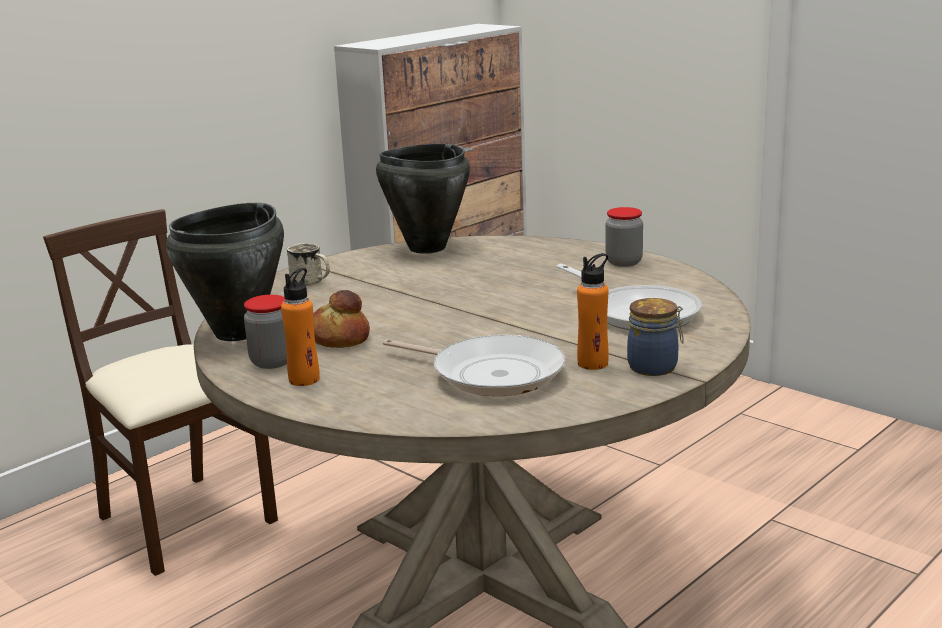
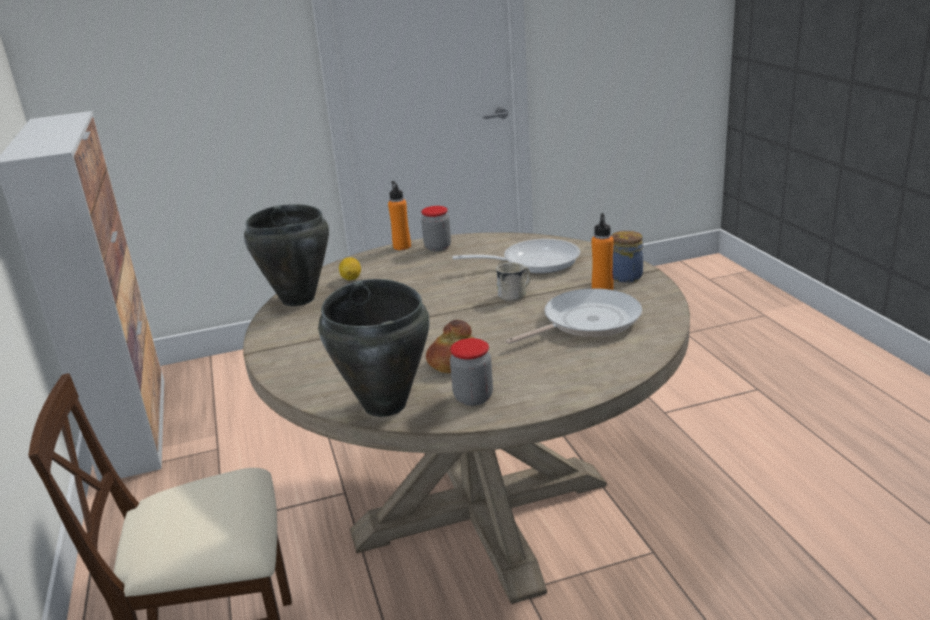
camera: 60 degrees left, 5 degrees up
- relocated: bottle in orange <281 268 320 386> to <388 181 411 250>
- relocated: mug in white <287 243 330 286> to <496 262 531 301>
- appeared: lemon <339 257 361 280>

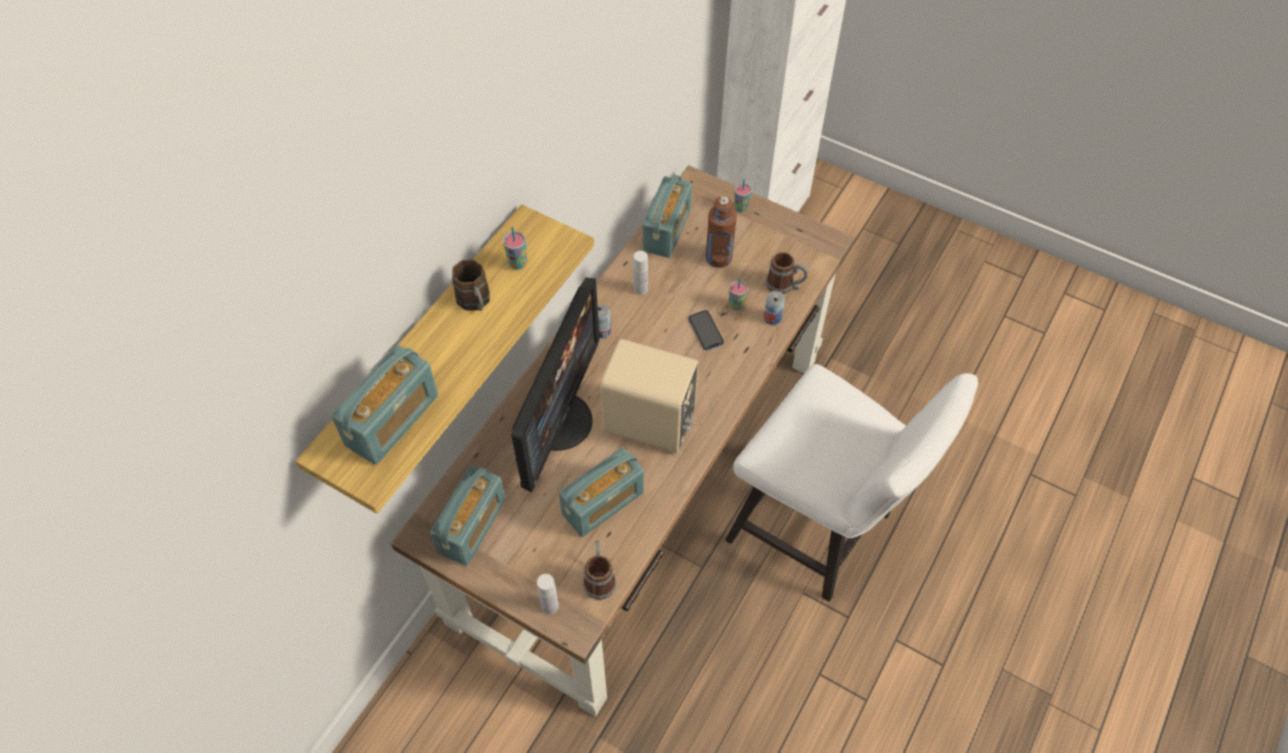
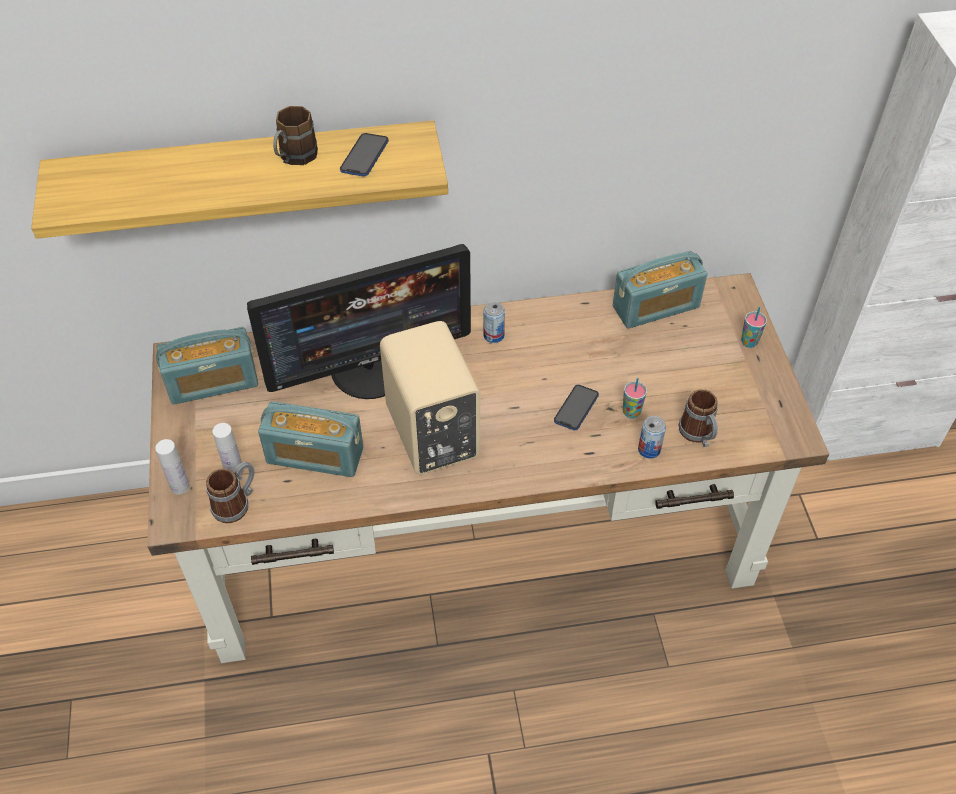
camera: 50 degrees right, 5 degrees down
- missing: radio <331 345 438 465>
- exchanged: cup <503 227 527 270> to phone <340 133 389 176>
- relocated: bottle in white <633 251 648 295> to <213 423 244 475>
- missing: bottle in brown <705 196 737 268>
- missing: chair in white <725 364 978 601>

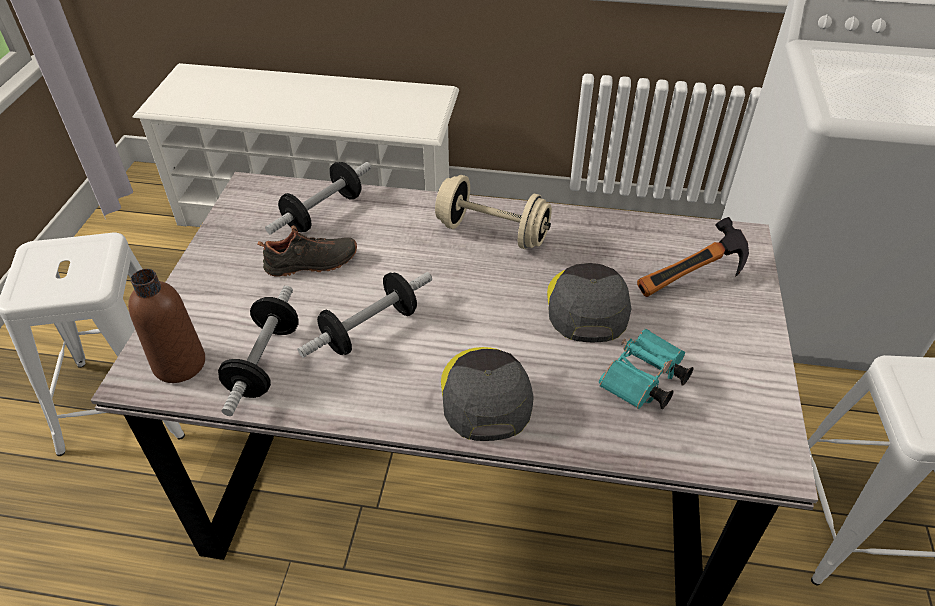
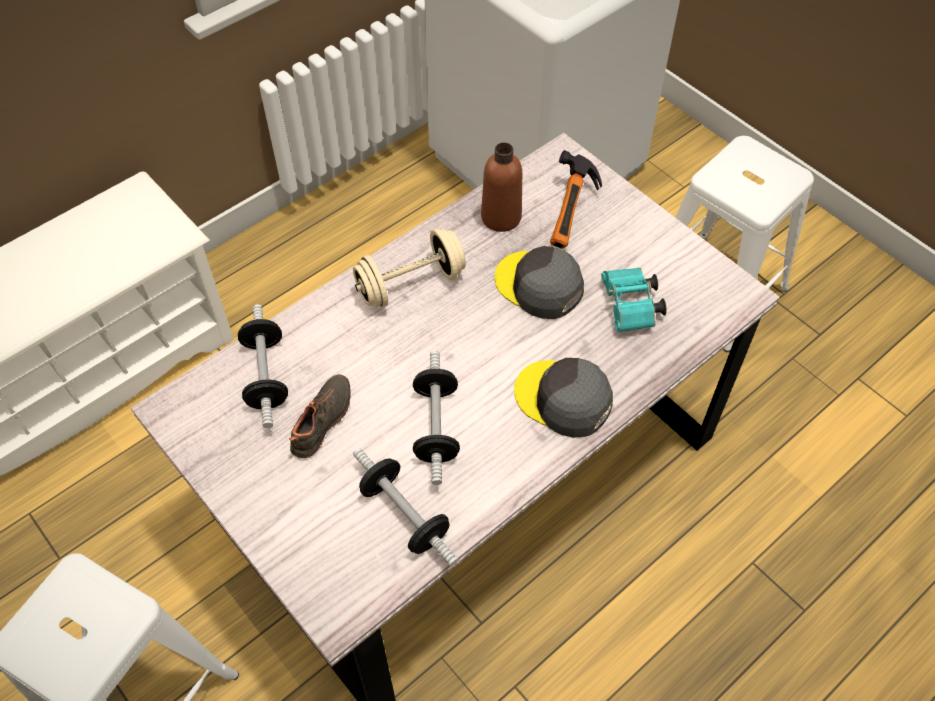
camera: 50 degrees left, 10 degrees up
- relocated: bottle in brown <128 269 205 383> to <481 142 522 232>

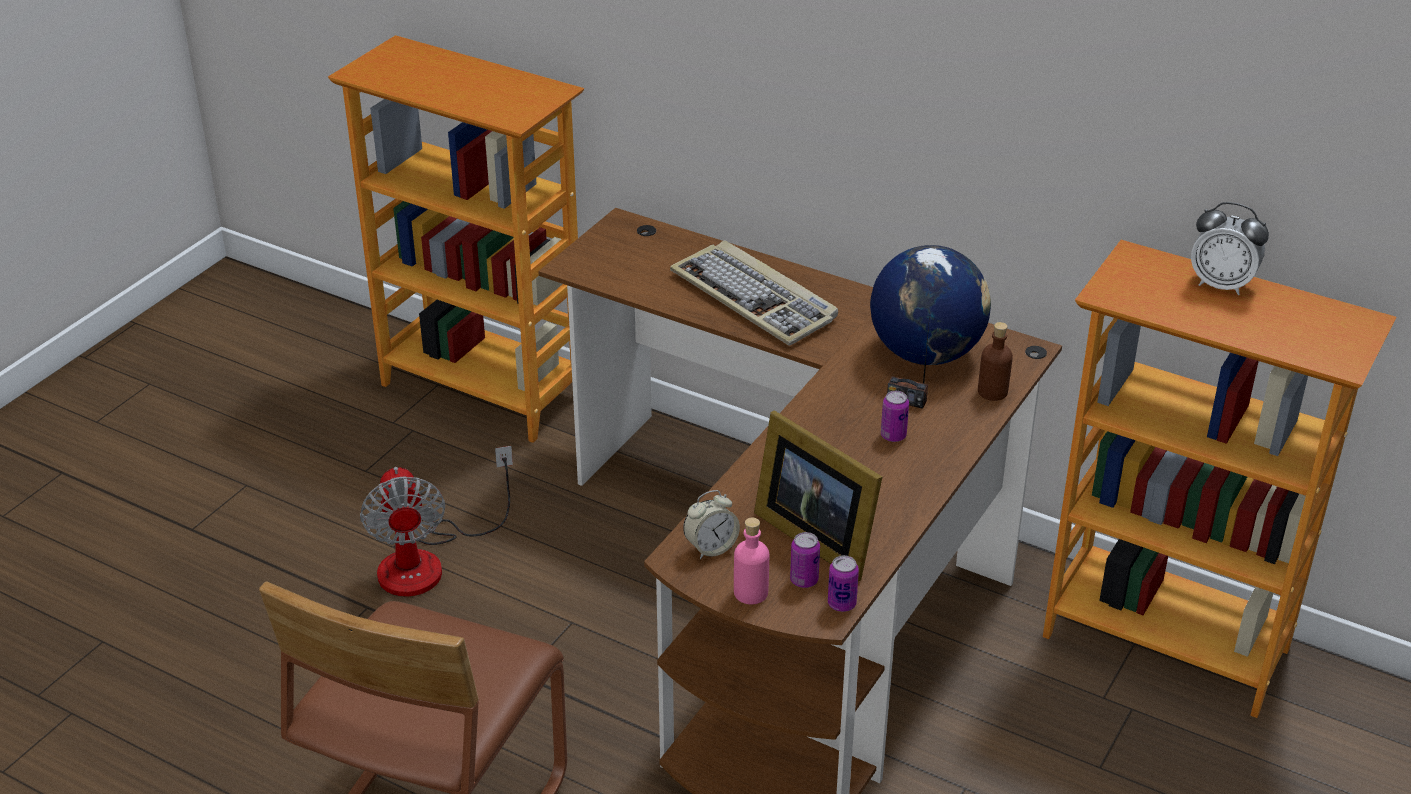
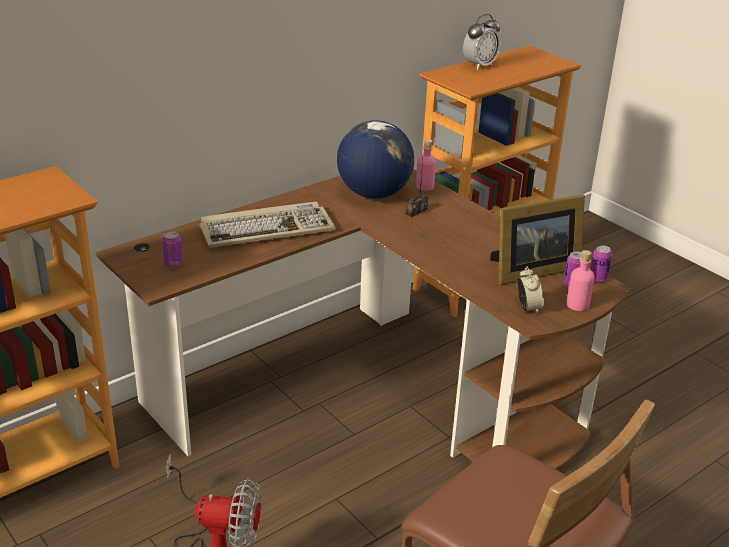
camera: 70 degrees left, 5 degrees down
- relocated: can <881 391 909 442> to <162 231 183 268>
- colour: bottle in brown <978 322 1013 401> to bottle in pink <416 139 436 191>

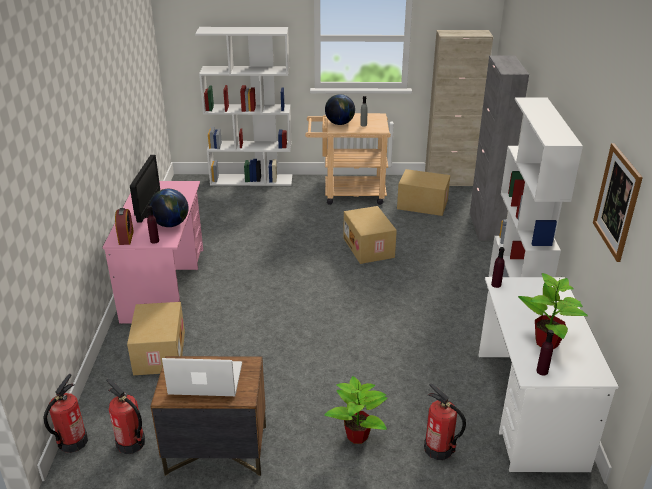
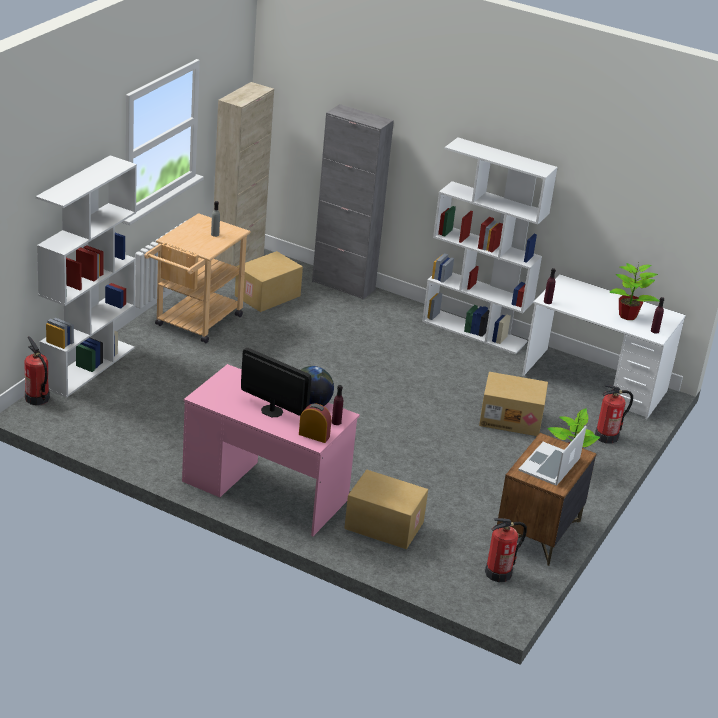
camera: 65 degrees left, 0 degrees up
- relocated: fire extinguisher <43 374 88 453> to <24 336 50 405>
- missing: globe <325 94 355 125>
- relocated: cardboard box <343 206 397 264> to <479 372 548 436>
- missing: picture <593 143 643 262>

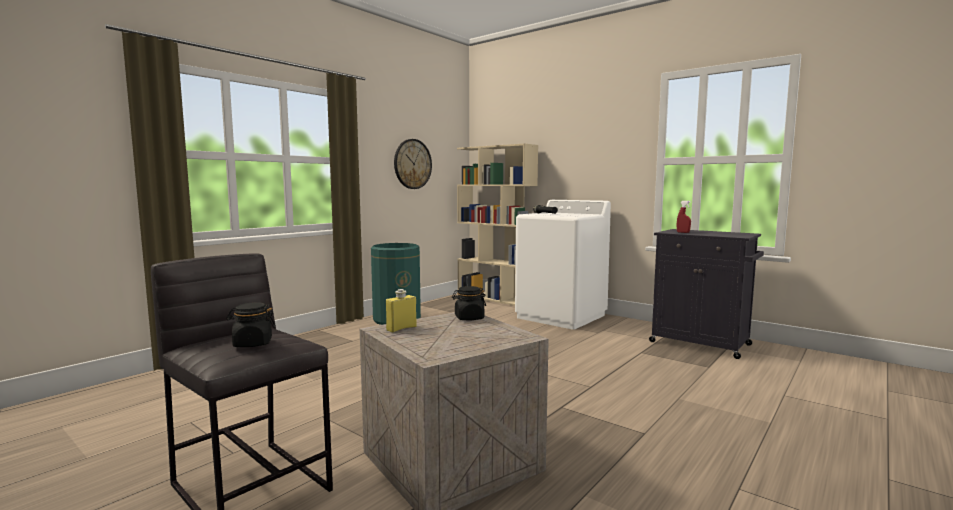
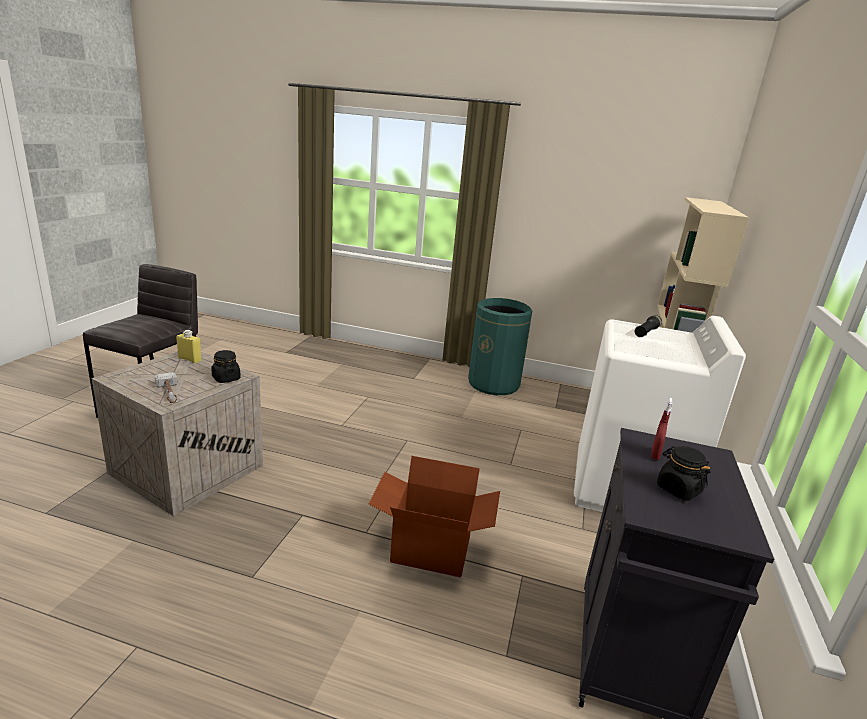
camera: 65 degrees right, 15 degrees up
- relocated: jar in black <226 302 276 347> to <657 446 711 501>
- missing: wall clock <394 139 432 189>
- appeared: hammer <155 372 178 403>
- appeared: cardboard box <369 456 500 577>

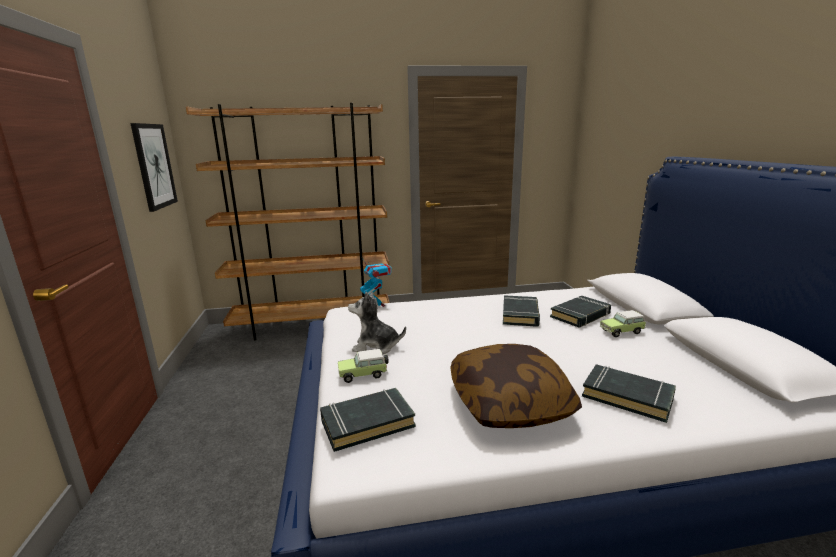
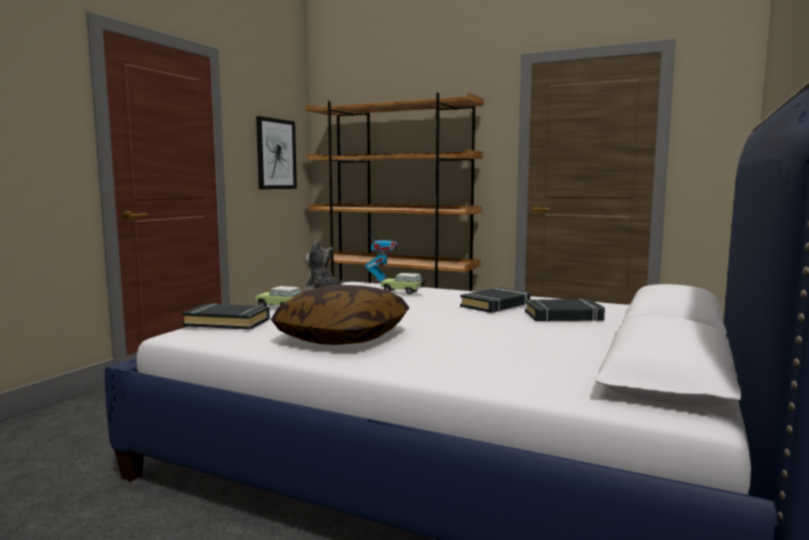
camera: 35 degrees right, 10 degrees down
- missing: book in black <582 364 676 423>
- relocated: toy car <600 310 646 337> to <381 273 425 294>

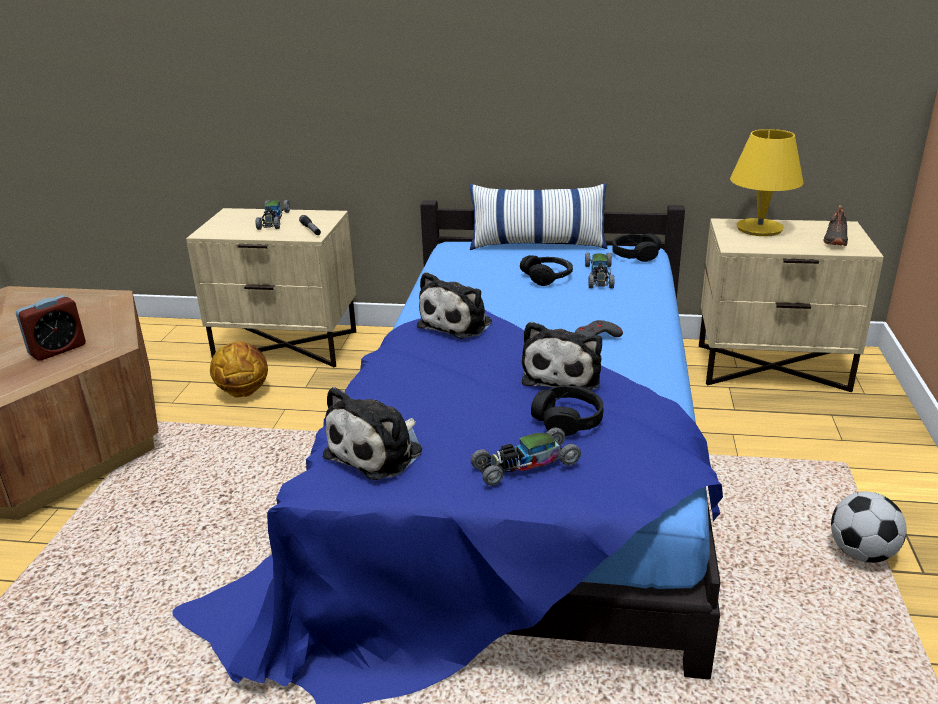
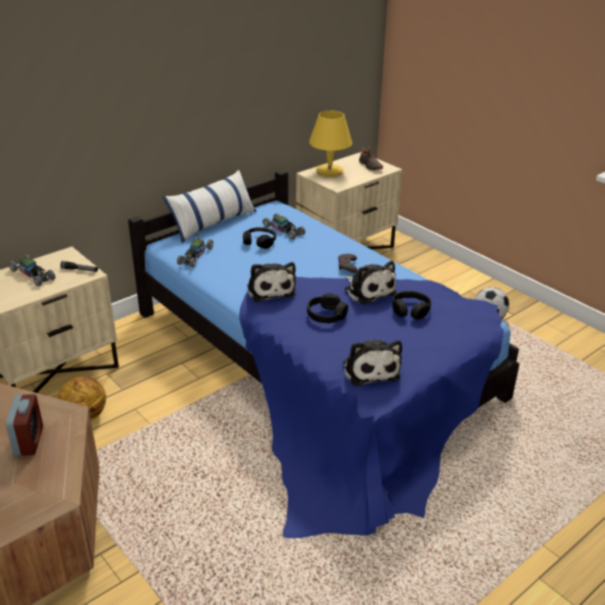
camera: 50 degrees left, 5 degrees up
- relocated: toy car <471 427 581 486> to <177 237 213 267>
- relocated: headphones in black <612 233 661 262> to <307 294 348 323>

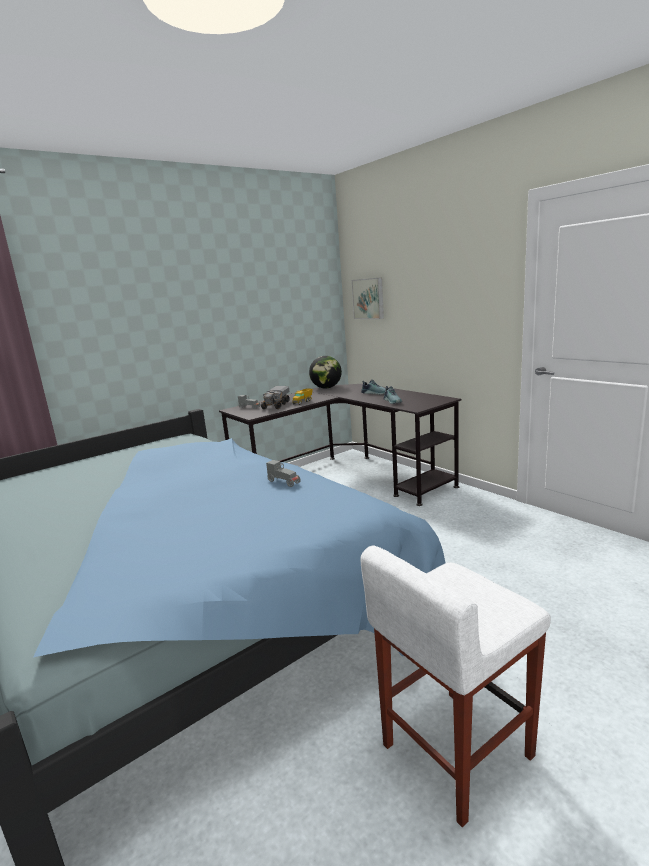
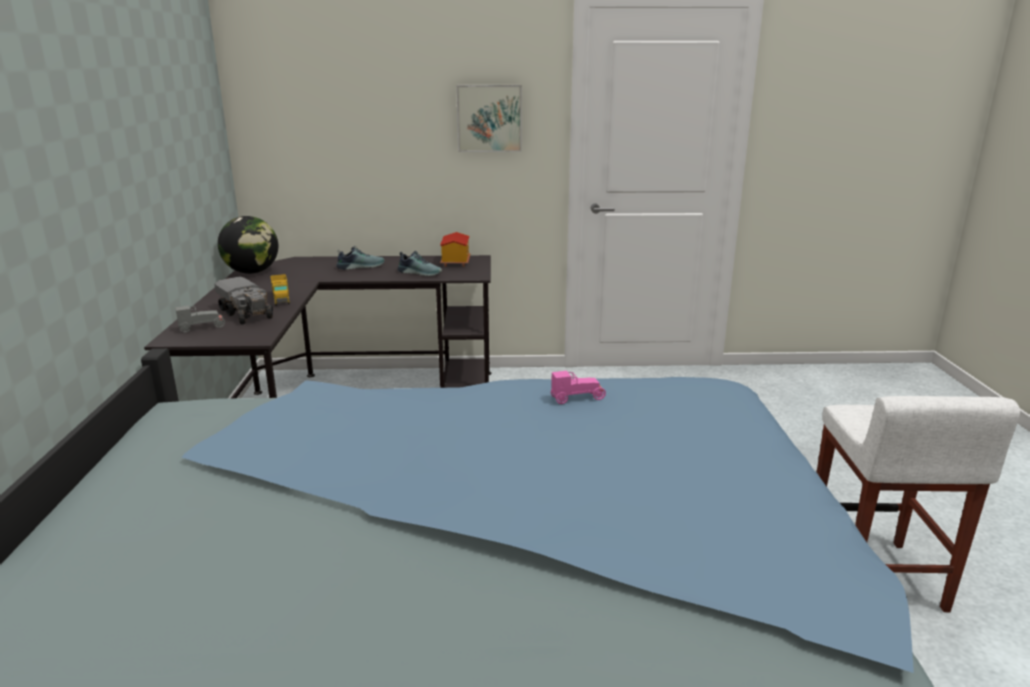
camera: 55 degrees left, 5 degrees up
- colour: toy car in grey <266 460 301 487> to toy car in pink <551 371 606 404>
- relocated: picture <352 277 384 319> to <456 85 522 152>
- appeared: toy house <440 232 470 267>

